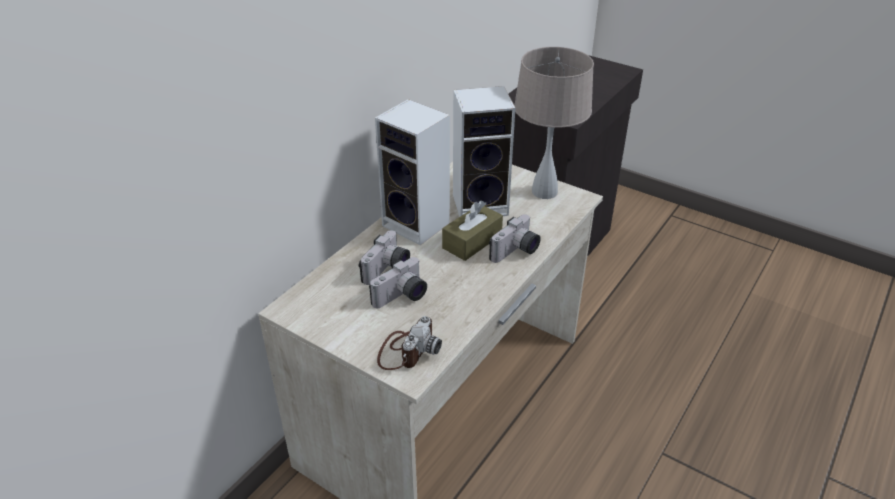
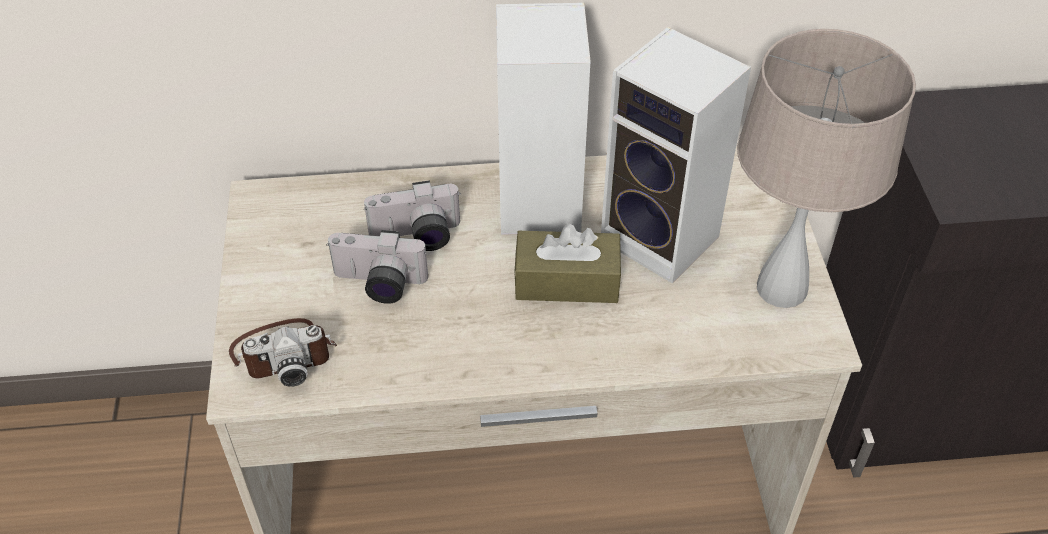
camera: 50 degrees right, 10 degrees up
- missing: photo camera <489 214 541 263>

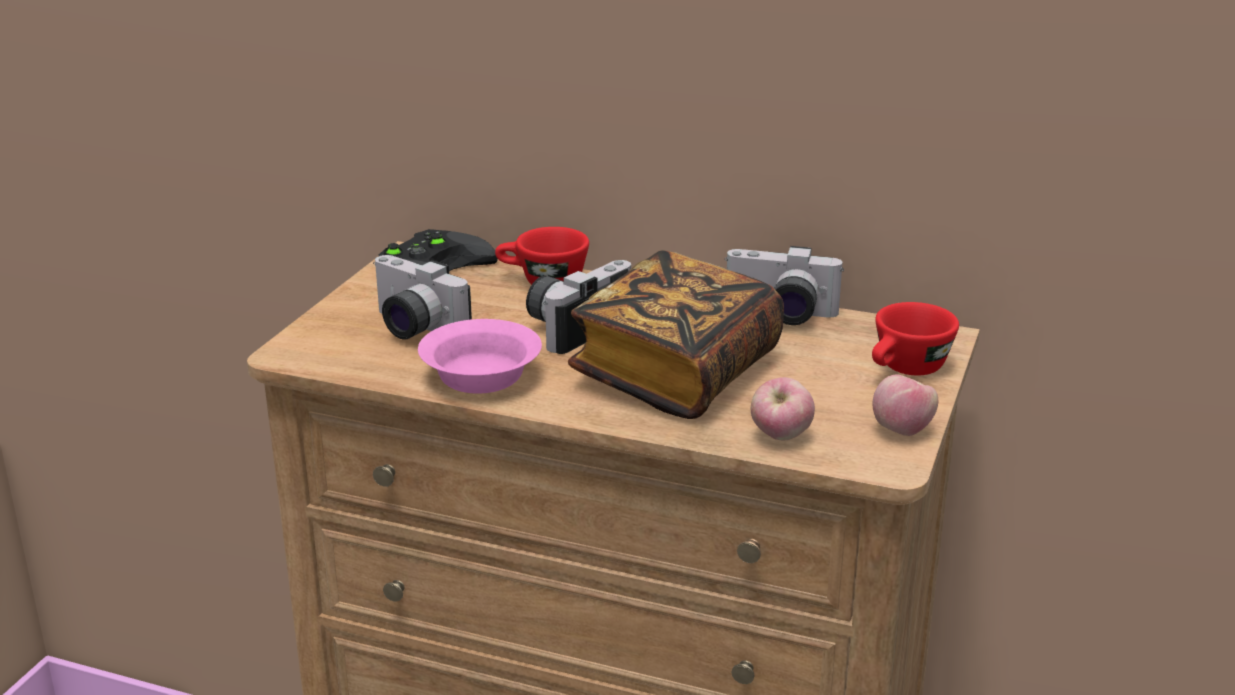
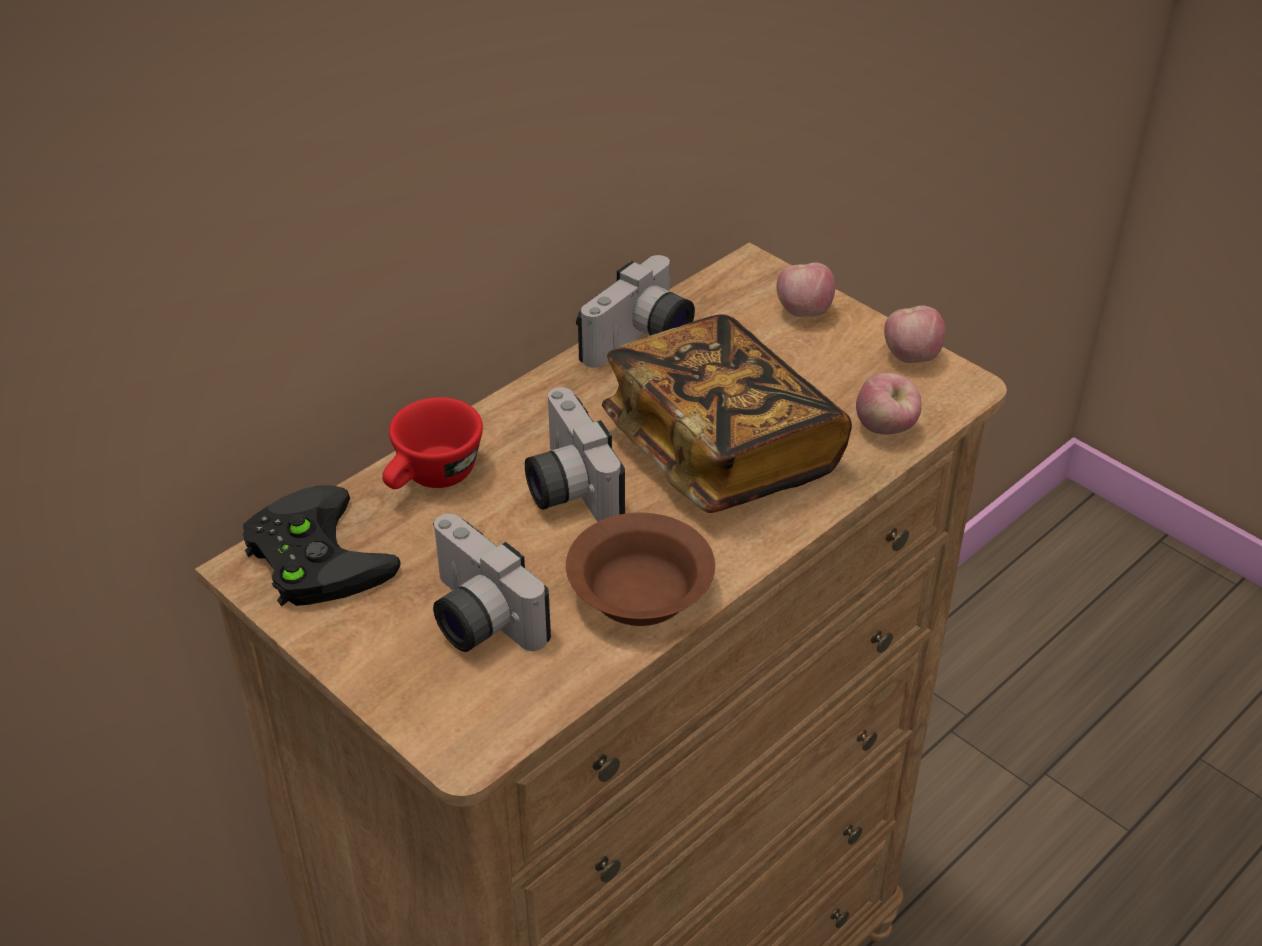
camera: 65 degrees left, 15 degrees up
- spun: photo camera <373 255 472 340> = <433 514 551 652> 75 degrees clockwise
- colour: bowl in pink <418 319 542 394> to bowl in brown <566 513 715 626>
- exchanged: cup in red <872 302 959 376> to apple <777 262 835 317>

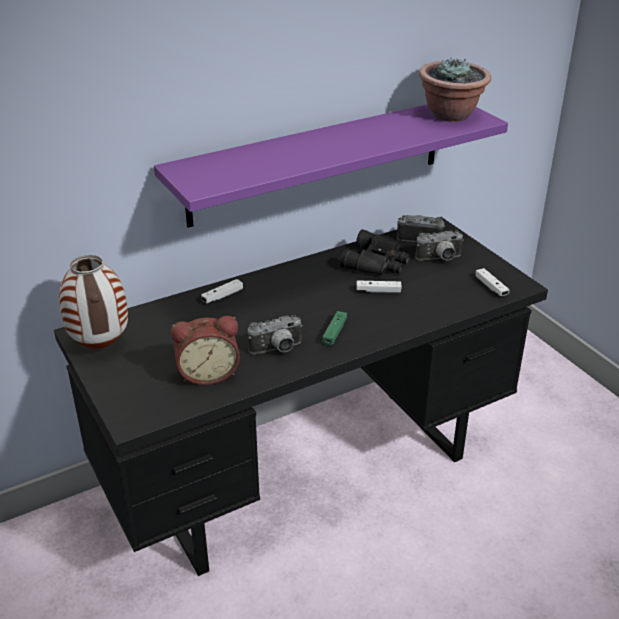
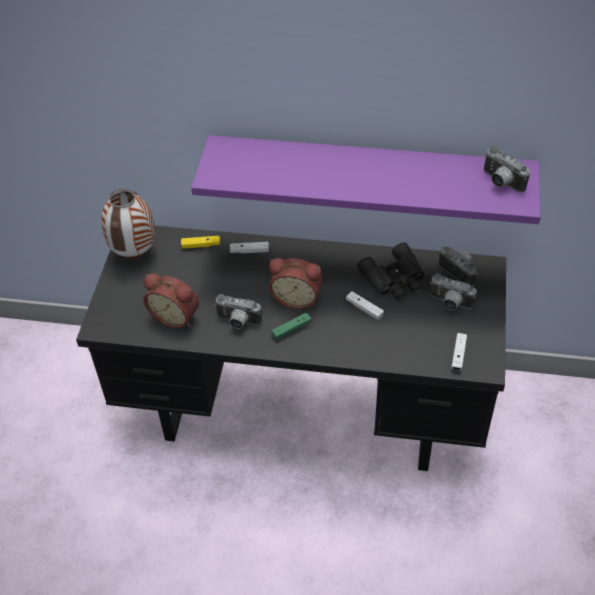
camera: 40 degrees right, 15 degrees up
- exchanged: potted plant <419 57 491 122> to photo camera <484 146 530 193>
- appeared: game controller in yellow <181 236 220 249>
- appeared: alarm clock <269 258 322 309>

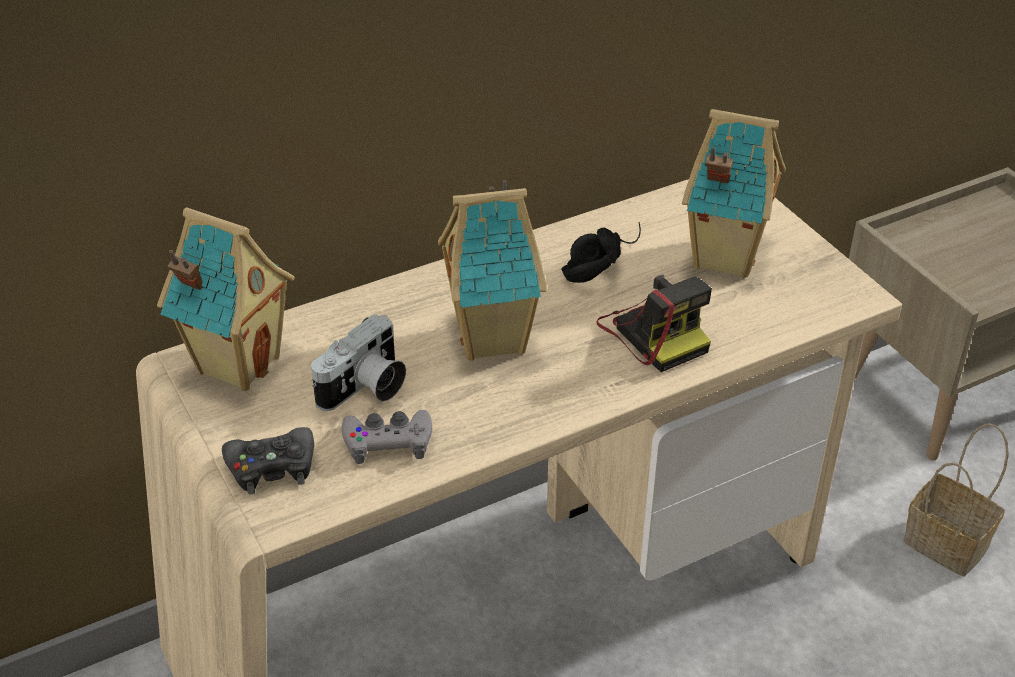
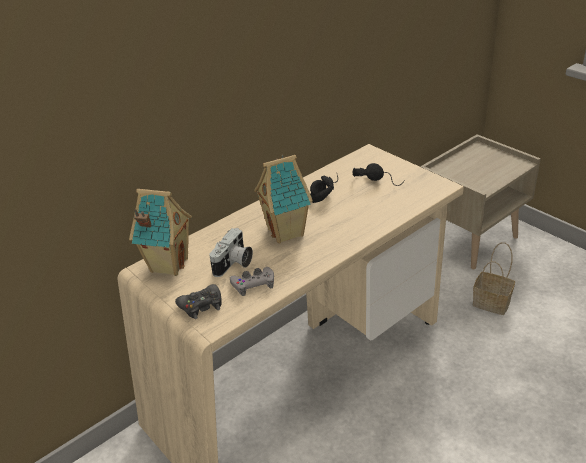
camera: 10 degrees left, 5 degrees down
- missing: photo camera <596 275 712 372>
- exchanged: toy house <682 109 786 278> to headphones in black <353 163 405 186>

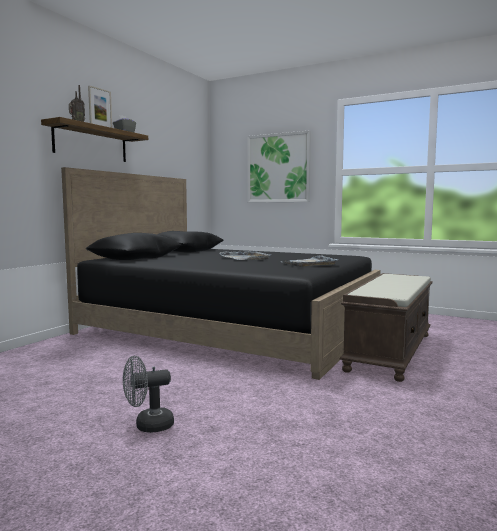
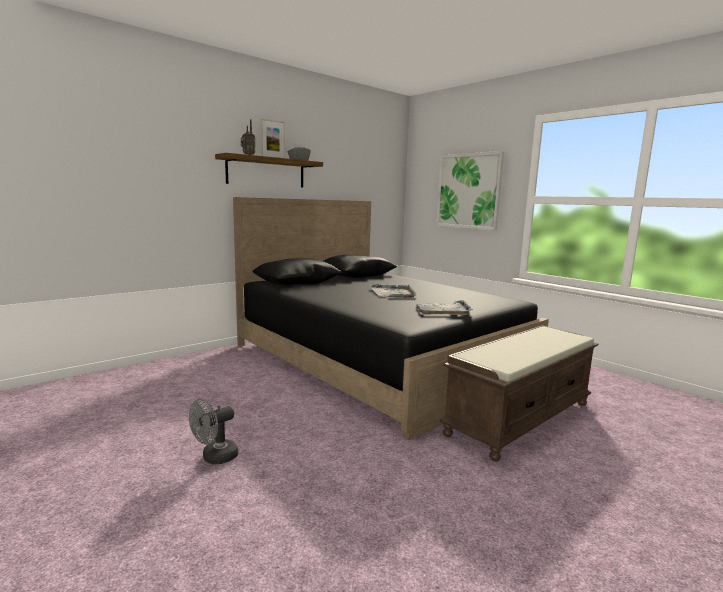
camera: 20 degrees right, 5 degrees up
- spun: fan in grey <123 356 174 433> = <189 399 238 464> 45 degrees counterclockwise

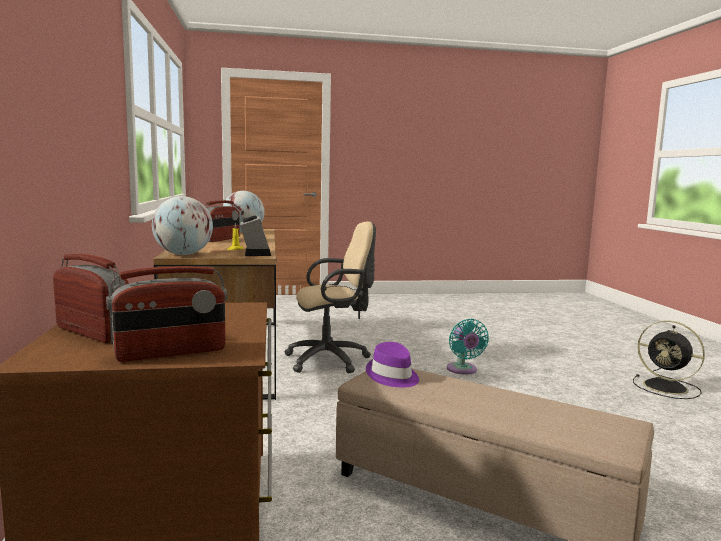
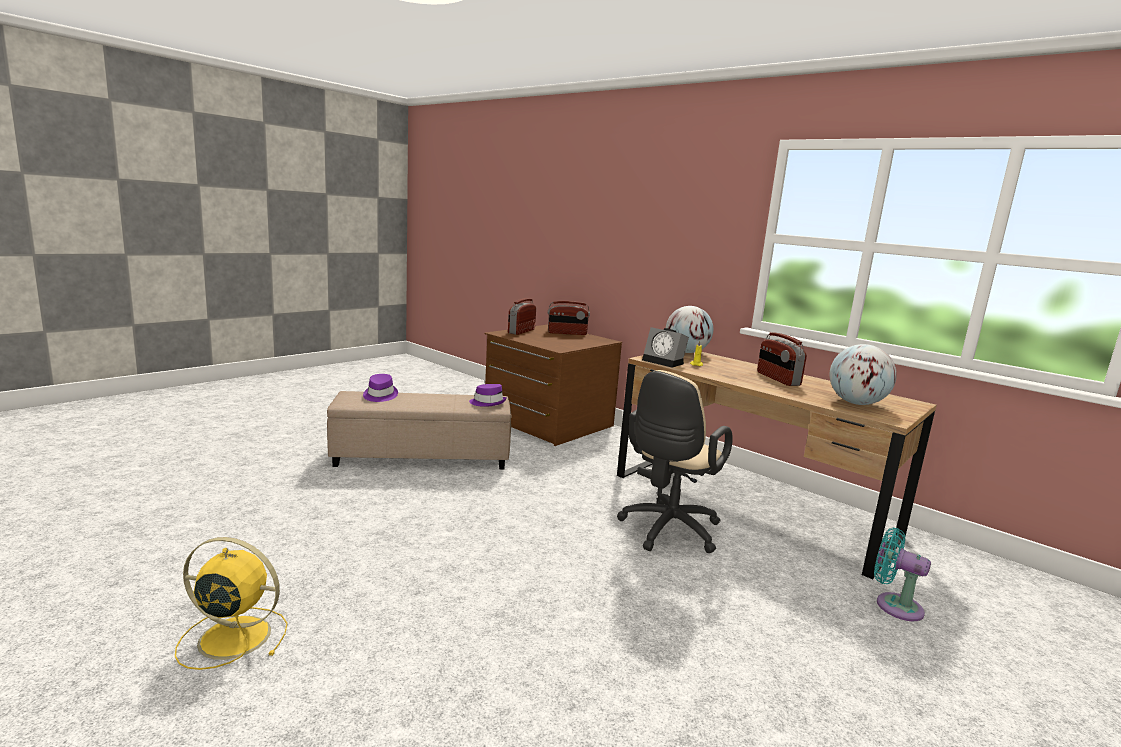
camera: 140 degrees right, 5 degrees up
- relocated: fan in turquoise <447 319 489 374> to <874 528 931 621>
- colour: fan in black <633 321 705 399> to fan in yellow <175 537 288 670>
- appeared: hat in purple <363 374 398 402>

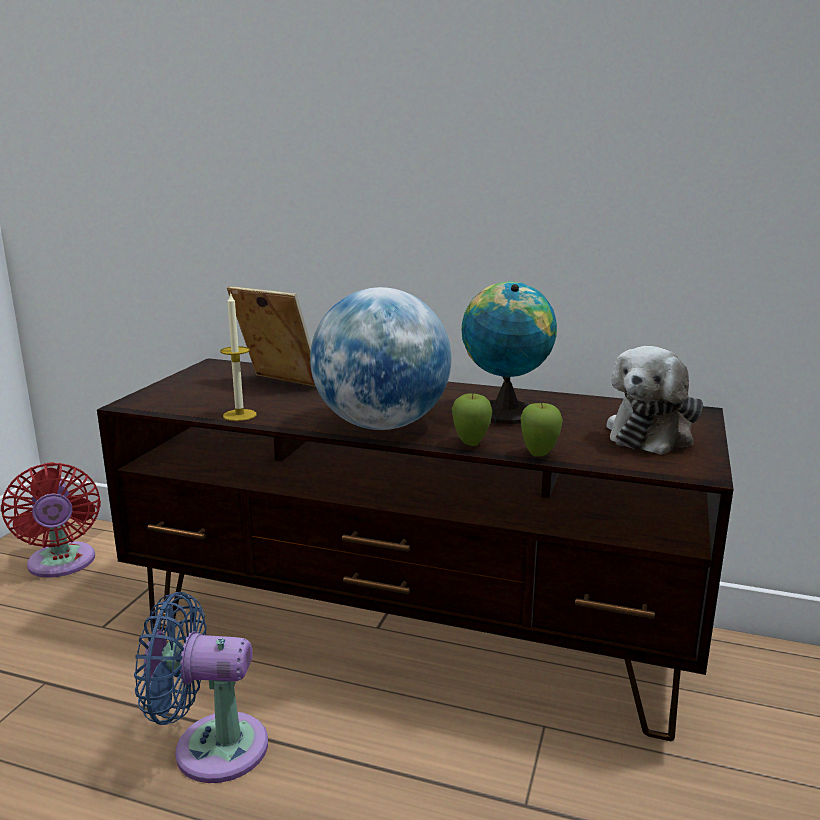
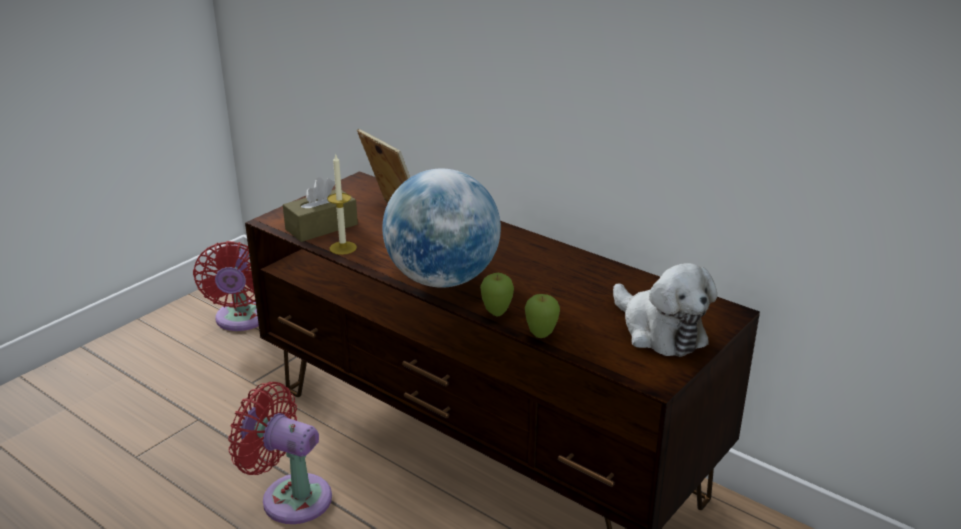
camera: 20 degrees right, 10 degrees up
- colour: fan in blue <134 592 268 783> to fan in red <228 382 332 524>
- missing: globe <462 281 557 424>
- spun: plush toy <606 346 703 455> = <613 263 717 357> 90 degrees counterclockwise
- appeared: tissue box in brown <283 177 358 242>

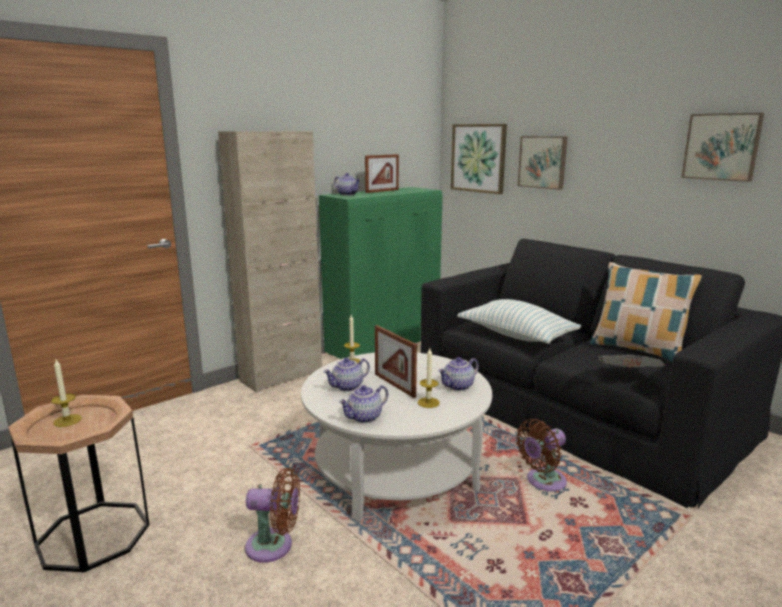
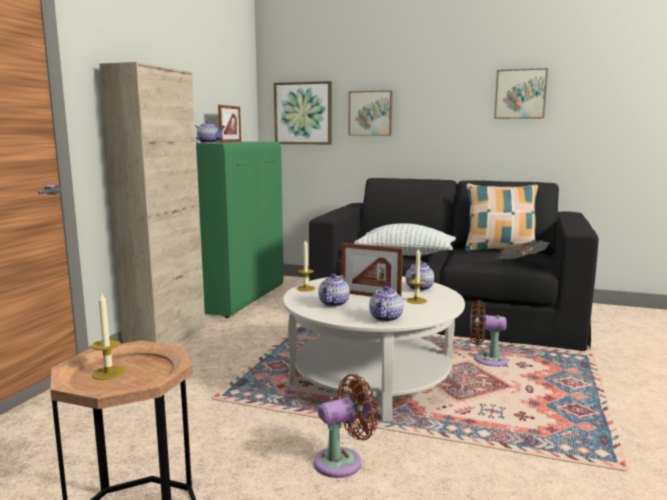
camera: 30 degrees left, 5 degrees down
- spun: fan in brown <516 419 567 491> = <470 300 508 366> 75 degrees clockwise

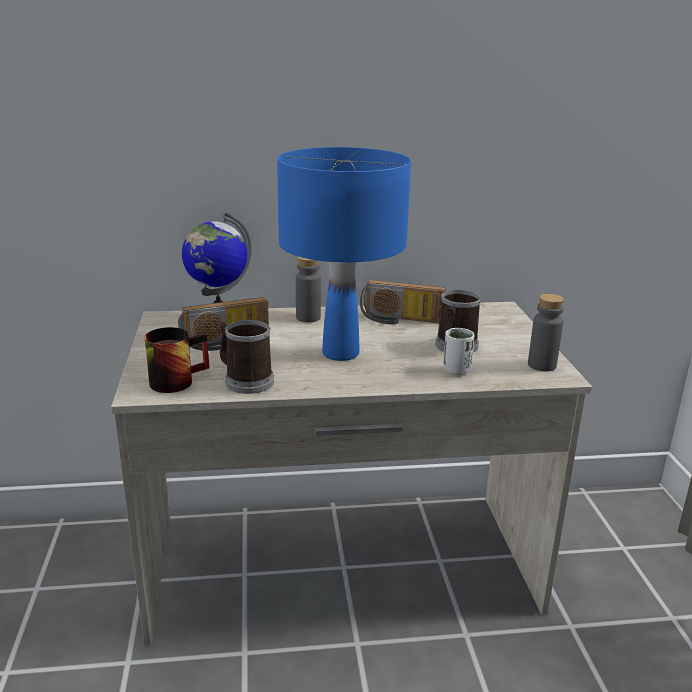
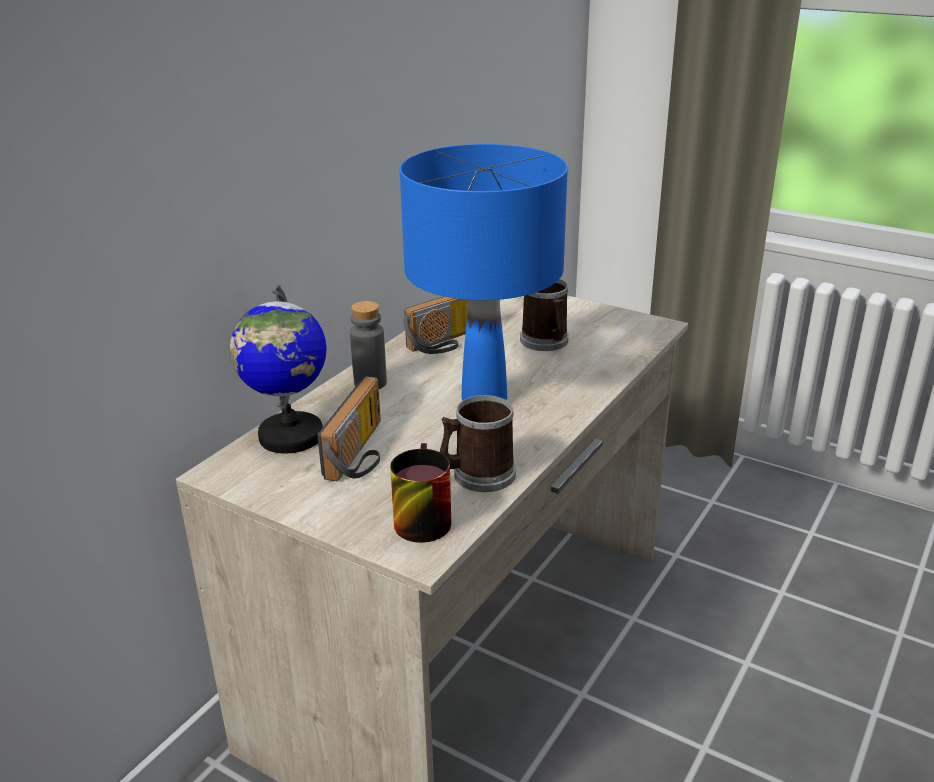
camera: 50 degrees left, 5 degrees up
- missing: cup in white <443 328 475 375>
- missing: bottle in grey <528 294 564 372>

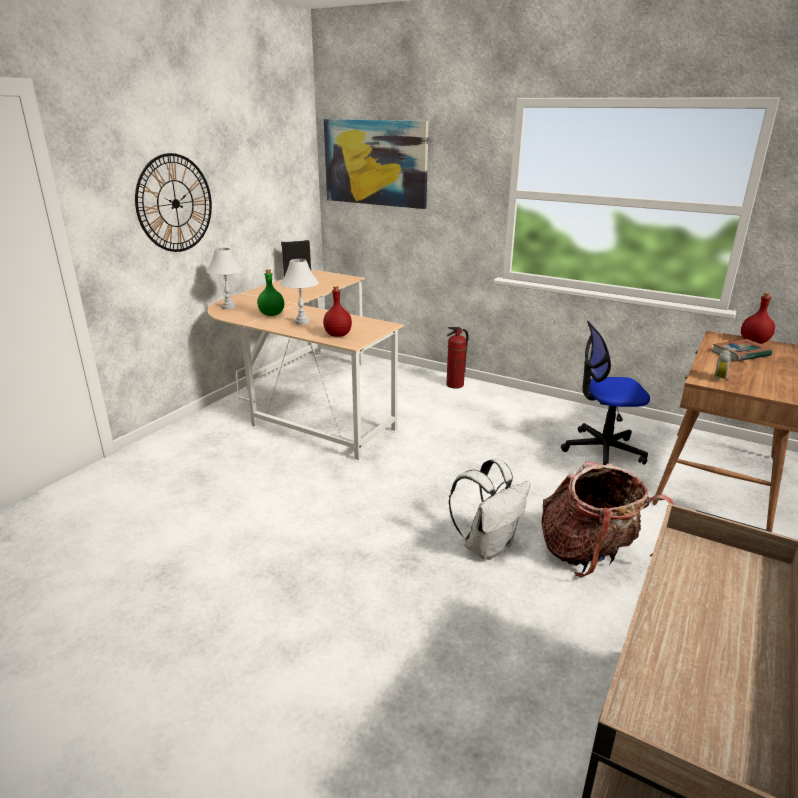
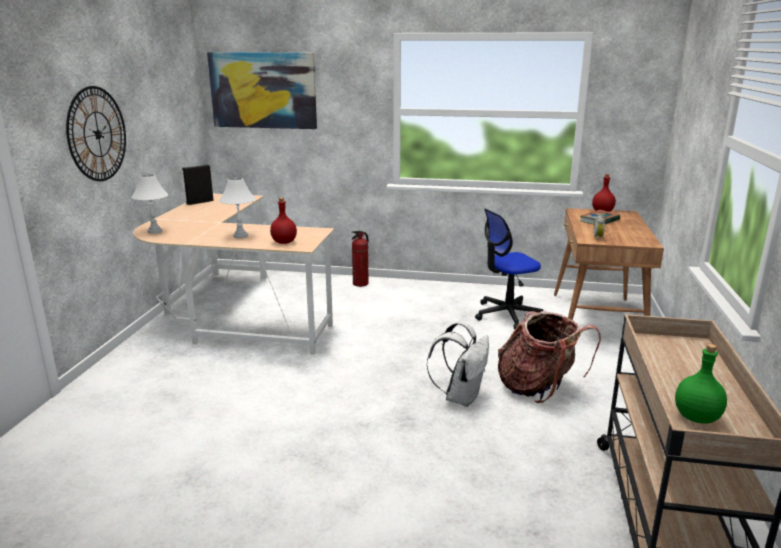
camera: 20 degrees left, 5 degrees down
- relocated: bottle in green <257 269 284 316> to <675 344 727 424>

